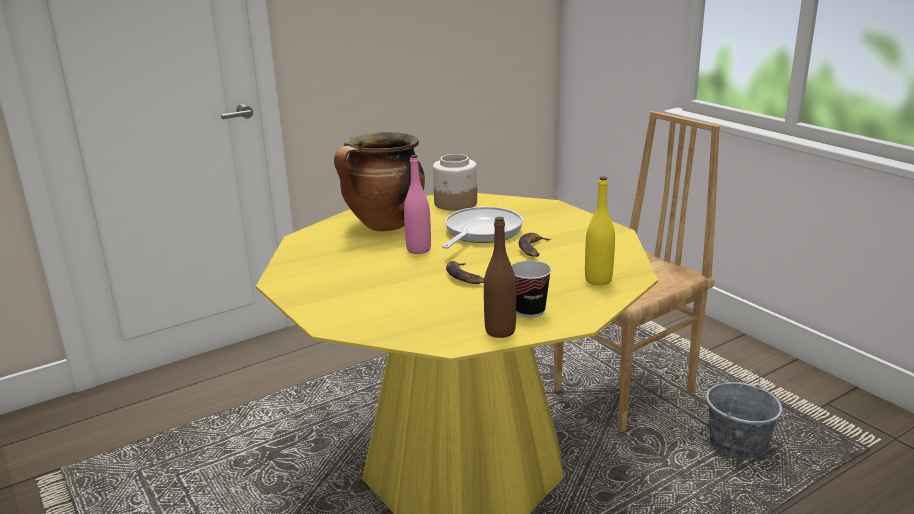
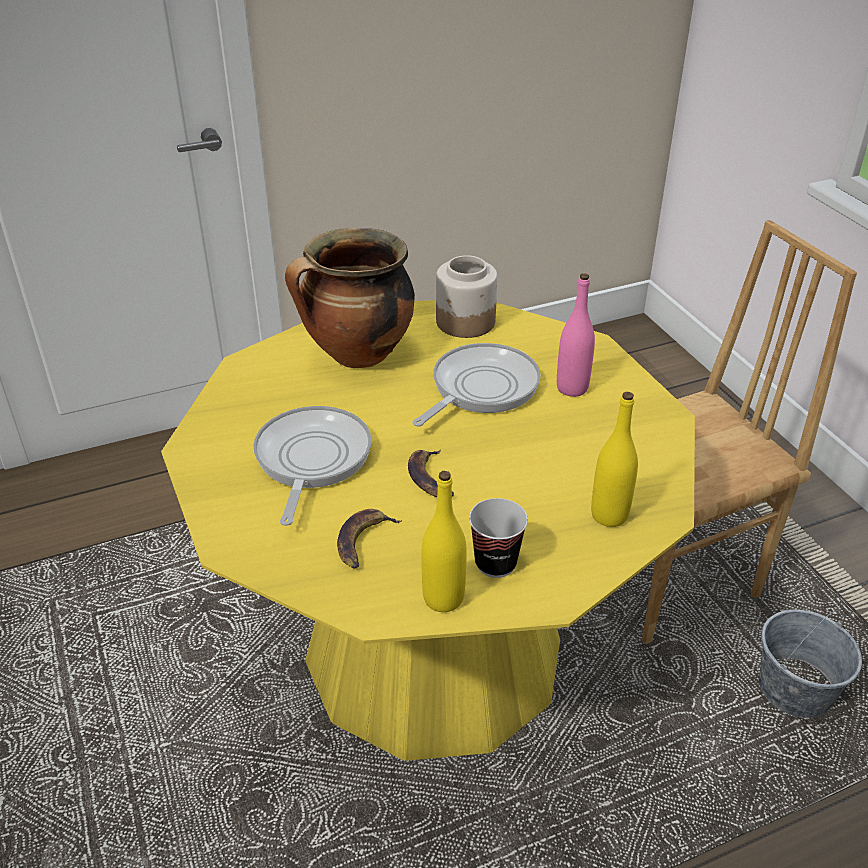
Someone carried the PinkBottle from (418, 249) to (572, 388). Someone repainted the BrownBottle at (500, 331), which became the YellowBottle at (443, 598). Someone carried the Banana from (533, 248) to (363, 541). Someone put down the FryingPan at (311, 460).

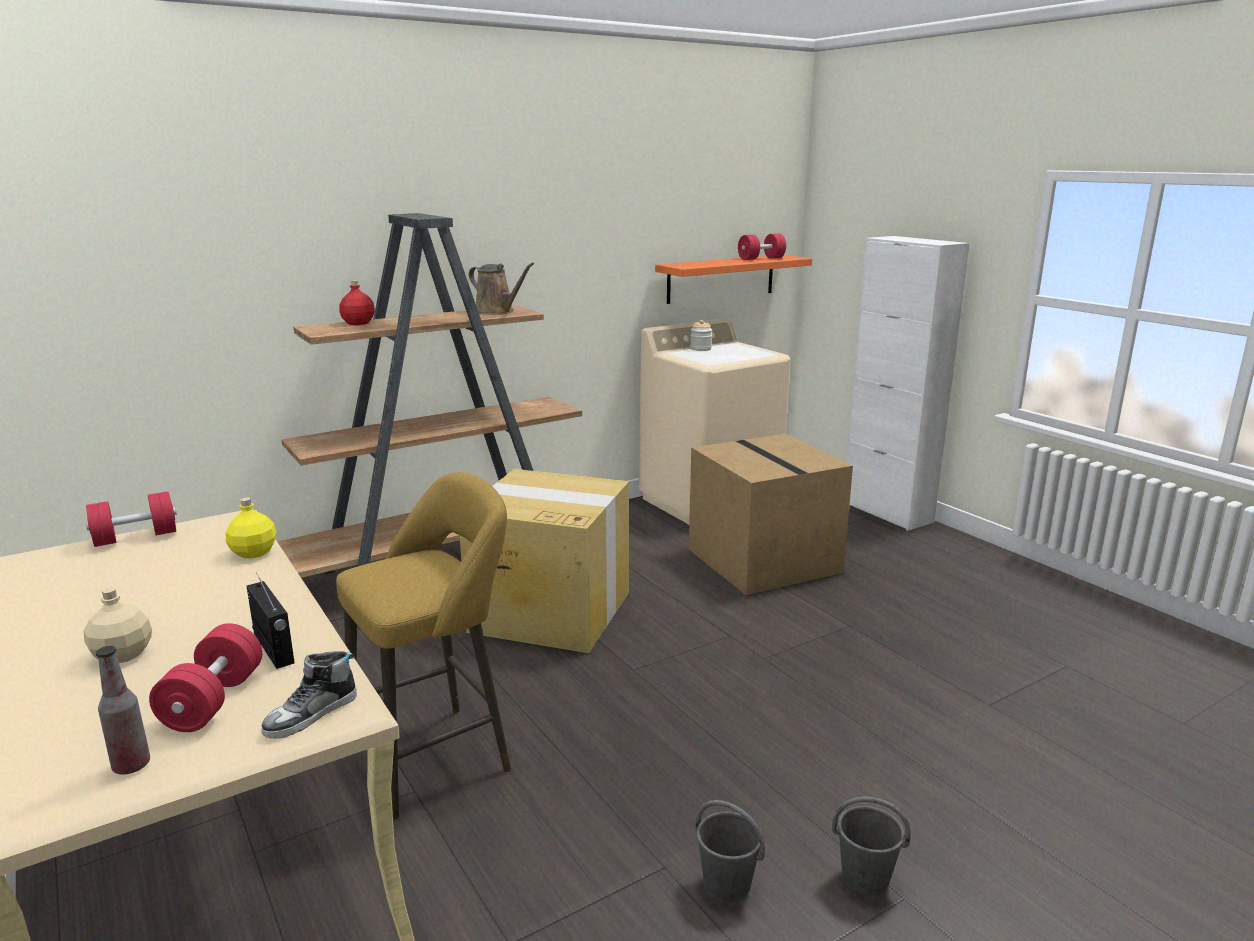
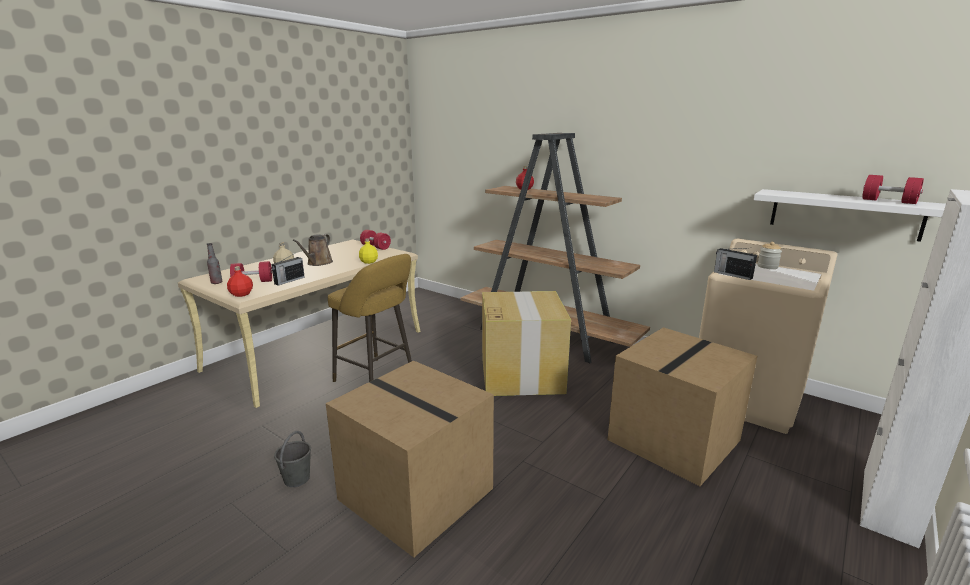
Someone swapped the Shoe at (312, 714) for the RedBottle at (241, 294). Someone carried the BrownWateringCan from (497, 311) to (318, 263). Someone repainted the OrangeShelf at (721, 278), which became the WhiteShelf at (844, 214). Someone took away the GreyBucket at (866, 878). Someone put down the CardboardBox at (413, 494). Someone put down the Radio at (732, 275).

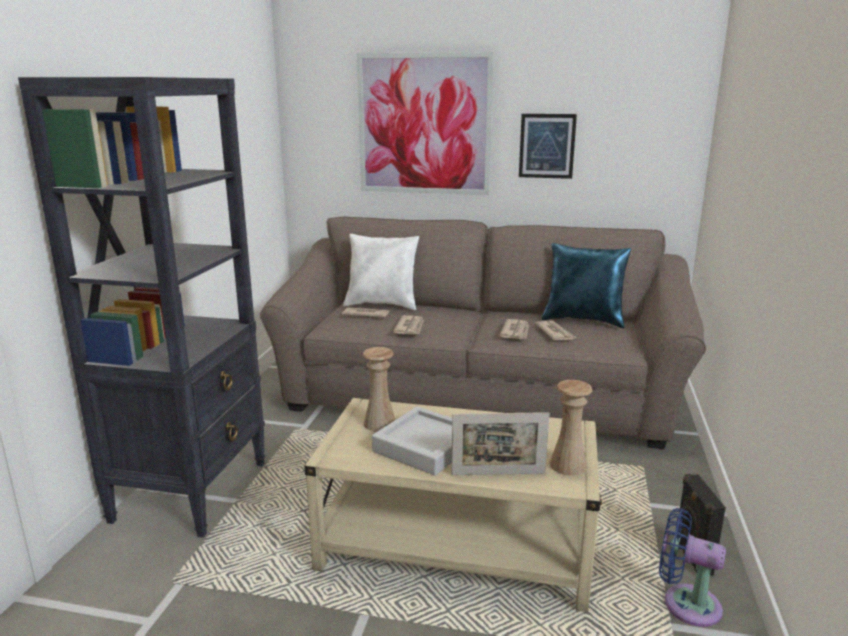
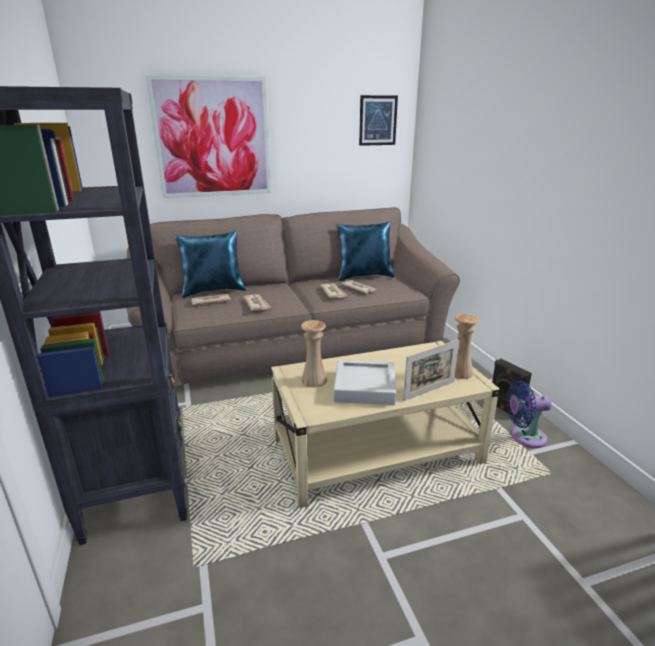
Someone repainted the WhitePillow at (383, 305), which became the BluePillow at (213, 291). Someone carried the Picture from (547, 146) to (378, 120).

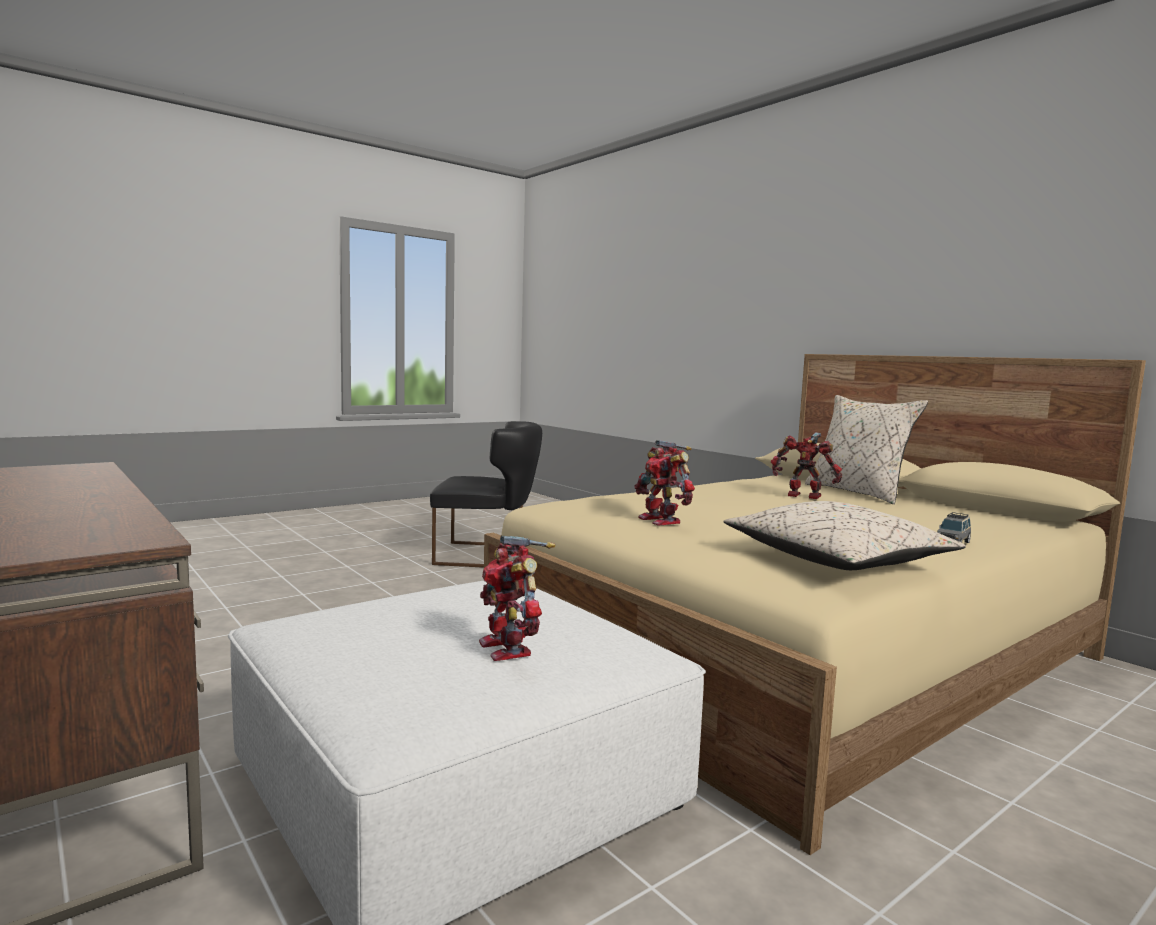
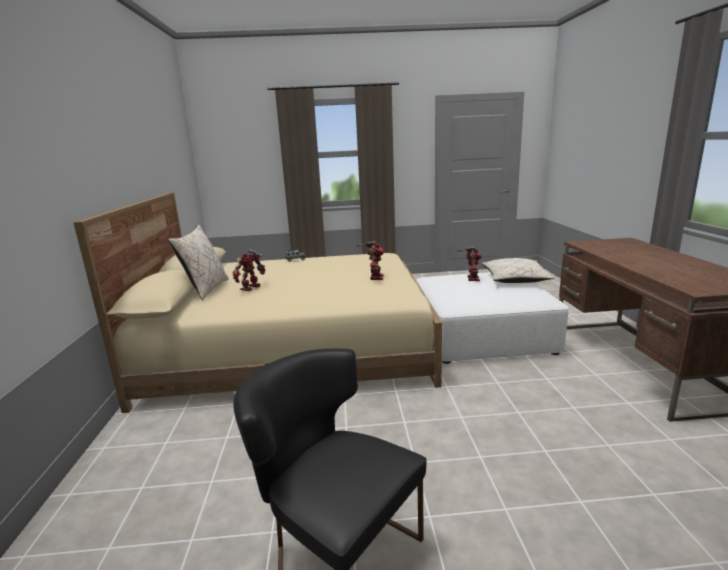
Someone carried the BeigePillow from (836, 561) to (515, 280). Someone rotated the ToyRobot at (804, 496) by 60 degrees clockwise.

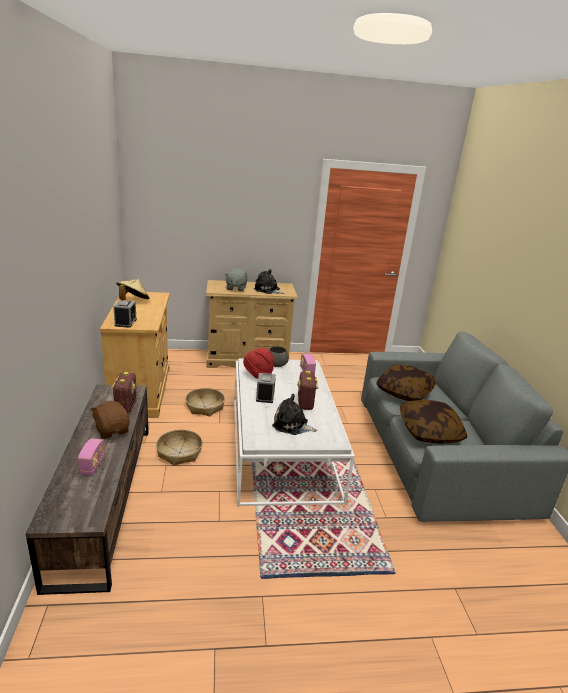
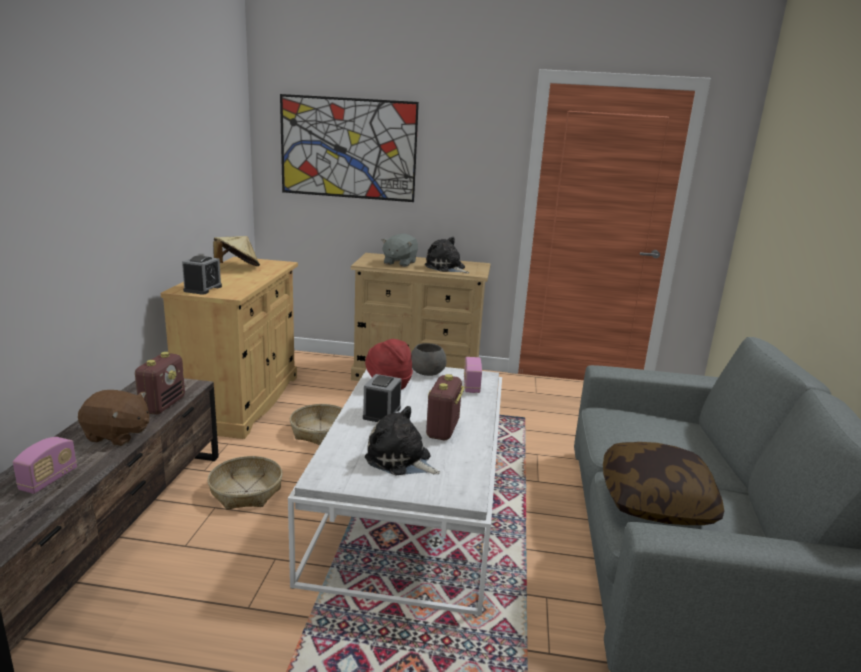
Someone rotated the BrownPlushToy at (112, 430) by 120 degrees clockwise. Someone took away the Pillow at (404, 391). Someone put up the Picture at (348, 148).

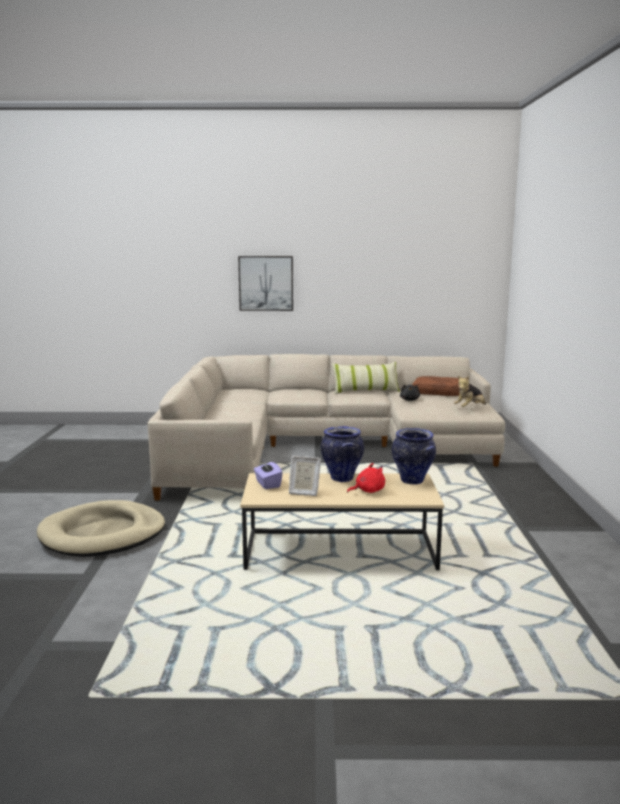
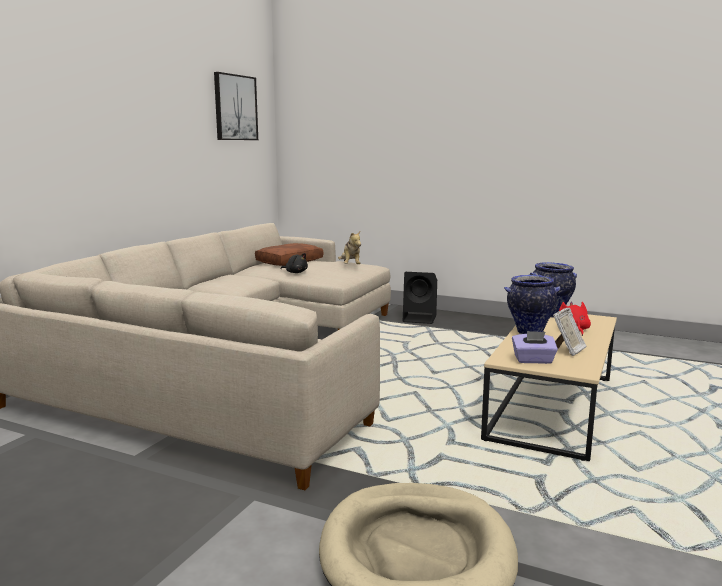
Someone carried the Picture from (266, 283) to (235, 107). Someone took away the Pillow at (365, 391). Someone put down the BlackSpeaker at (420, 319).

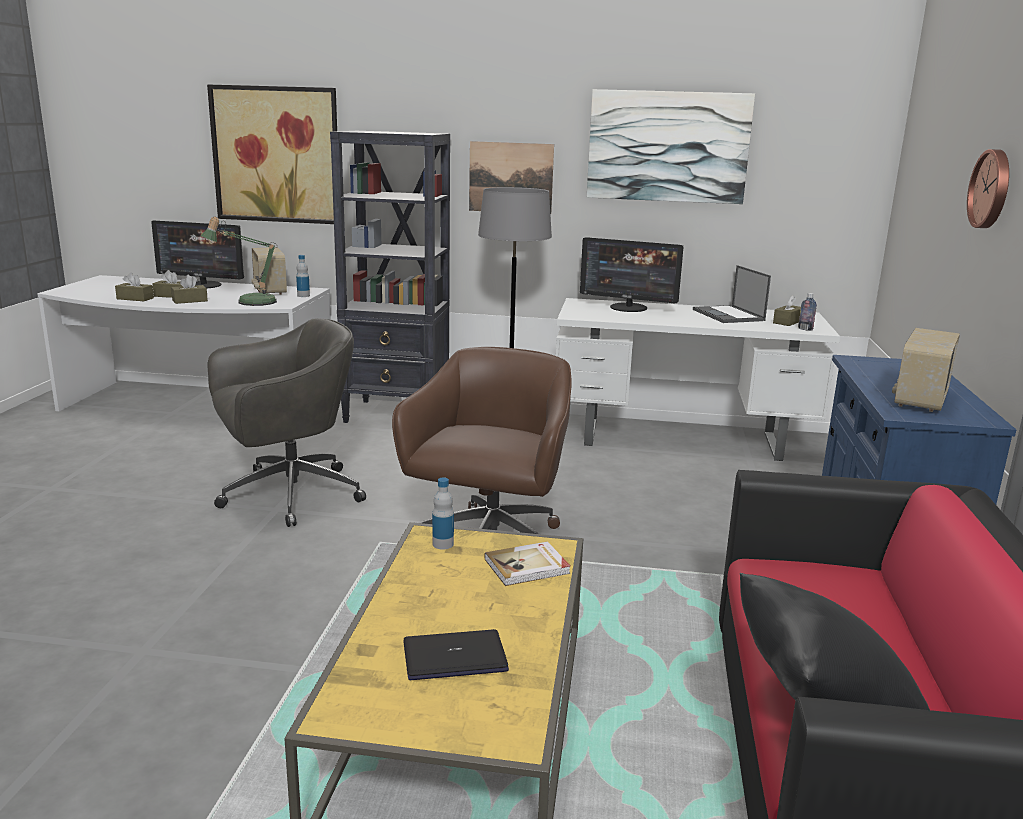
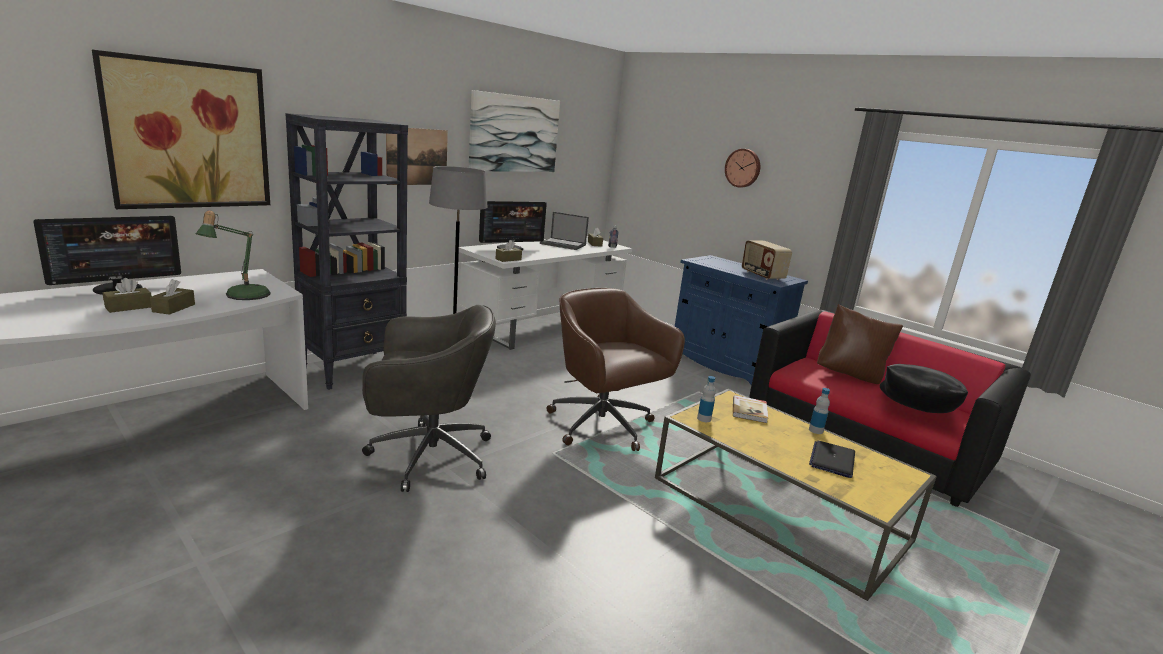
Someone carried the BrownTissueBox from (135, 298) to (508, 259). Someone rotated the GreyOfficeChair at (288, 495) by 75 degrees clockwise. Someone took away the Radio at (269, 291). Someone carried the Bottle from (303, 295) to (815, 430). Someone put down the BrownPillow at (850, 375).

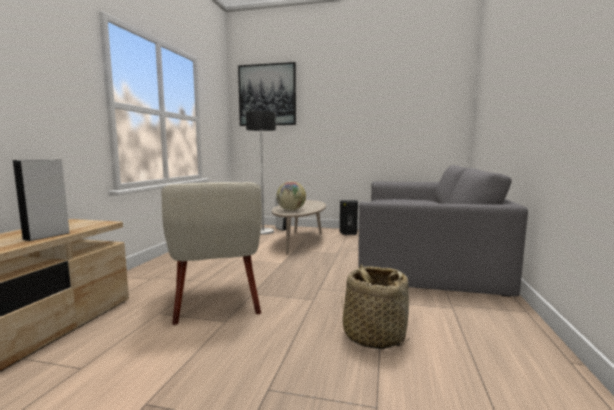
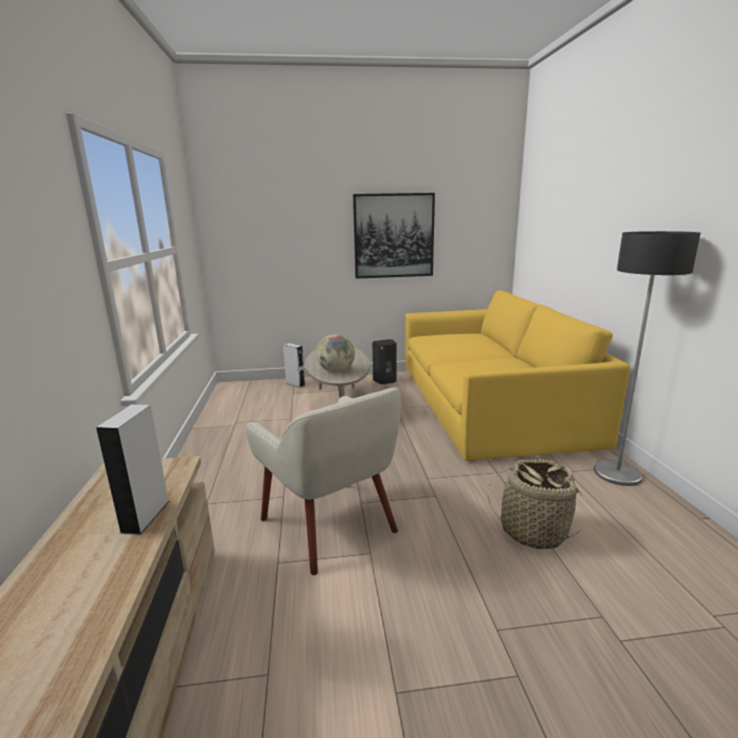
Someone carried the Picture from (267, 95) to (393, 236). Someone carried the FloorLamp from (263, 232) to (618, 474). Someone repainted the GreySofa at (422, 254), which became the YellowSofa at (489, 403).

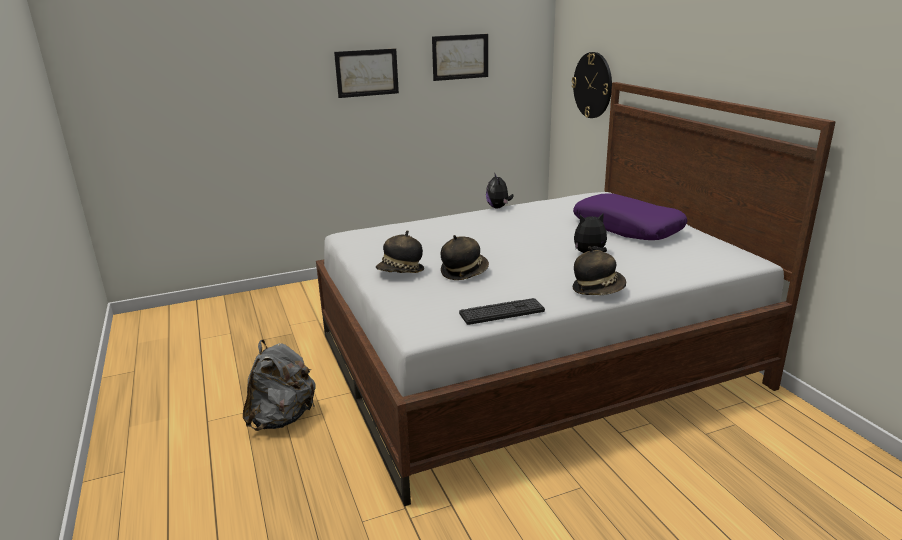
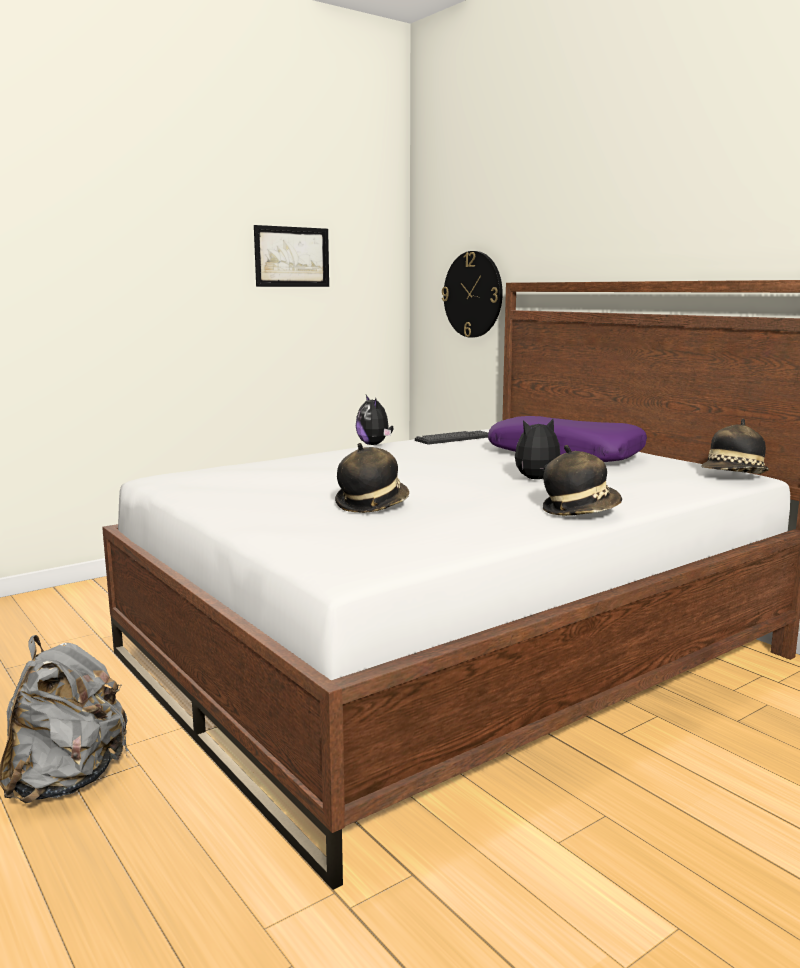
Someone took away the Picture at (367, 73). Someone carried the Hat from (400, 272) to (734, 476). Someone carried the Keyboard from (502, 312) to (453, 438).

